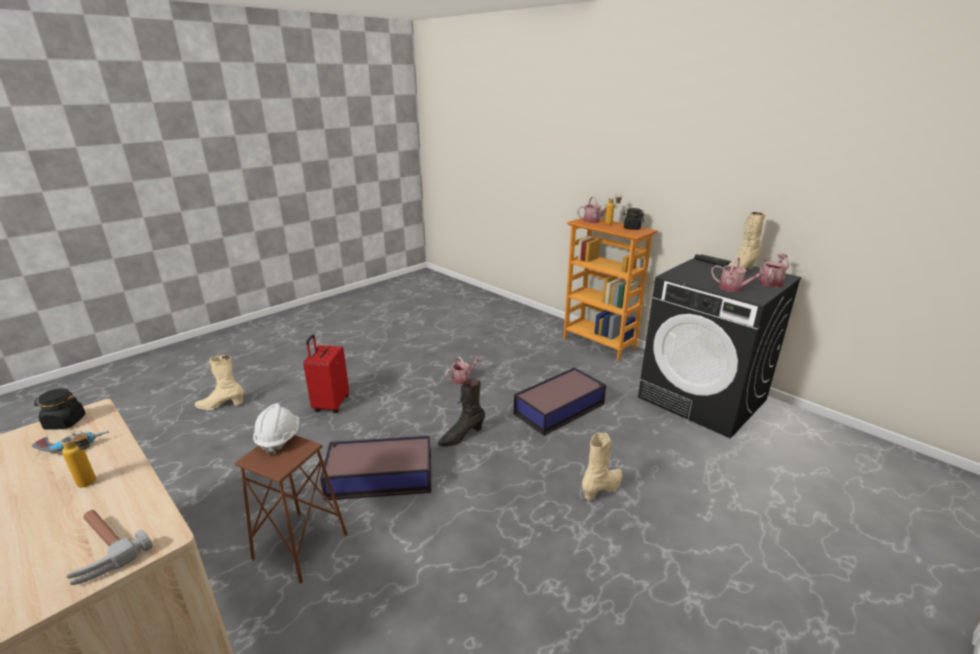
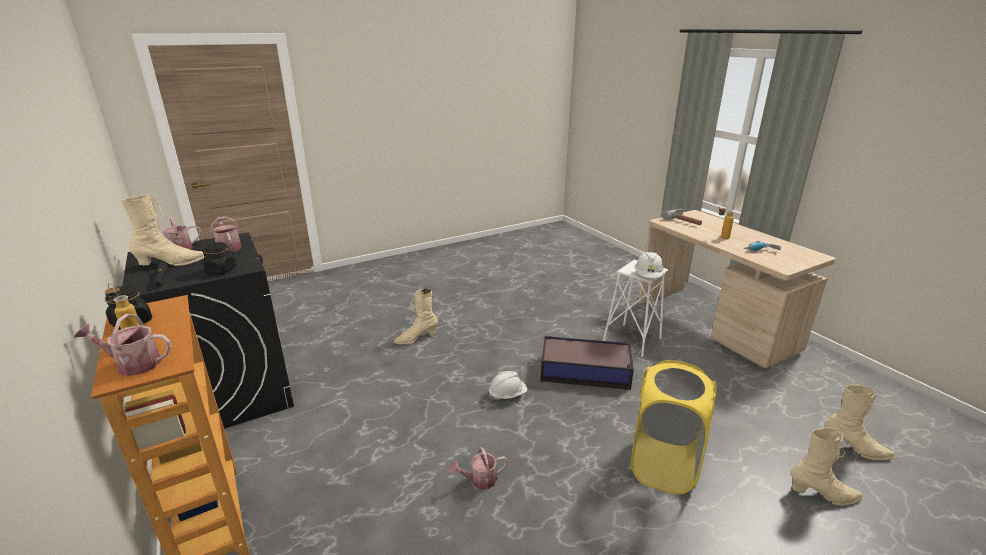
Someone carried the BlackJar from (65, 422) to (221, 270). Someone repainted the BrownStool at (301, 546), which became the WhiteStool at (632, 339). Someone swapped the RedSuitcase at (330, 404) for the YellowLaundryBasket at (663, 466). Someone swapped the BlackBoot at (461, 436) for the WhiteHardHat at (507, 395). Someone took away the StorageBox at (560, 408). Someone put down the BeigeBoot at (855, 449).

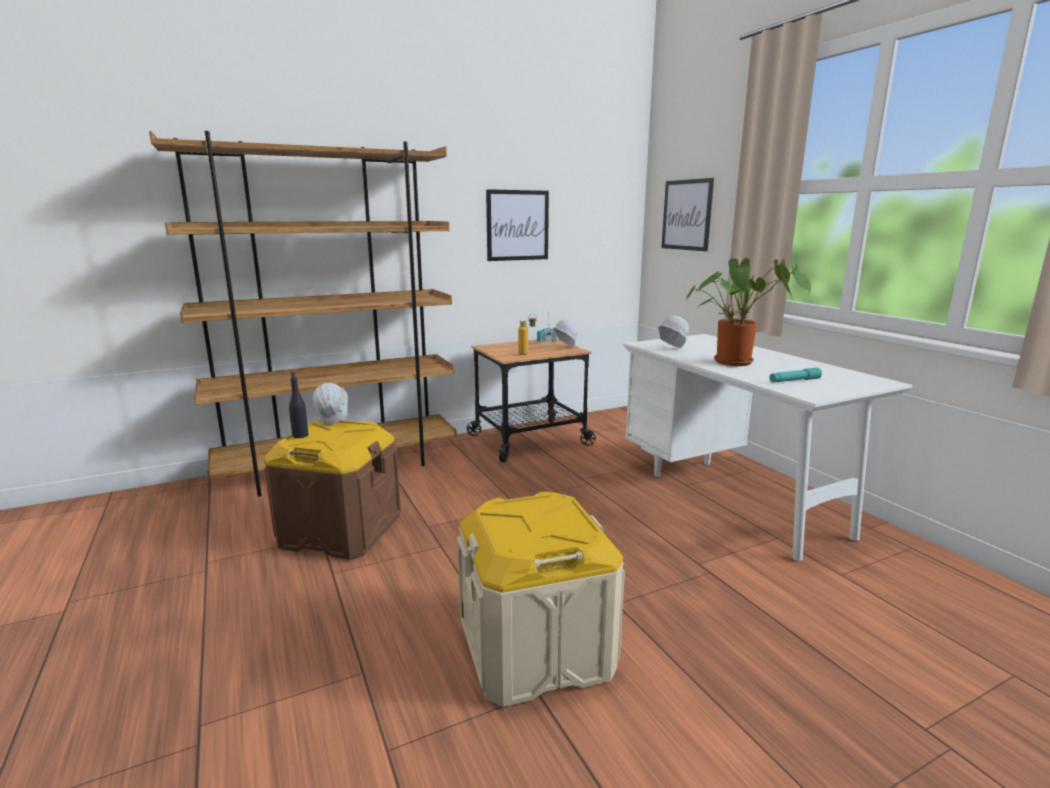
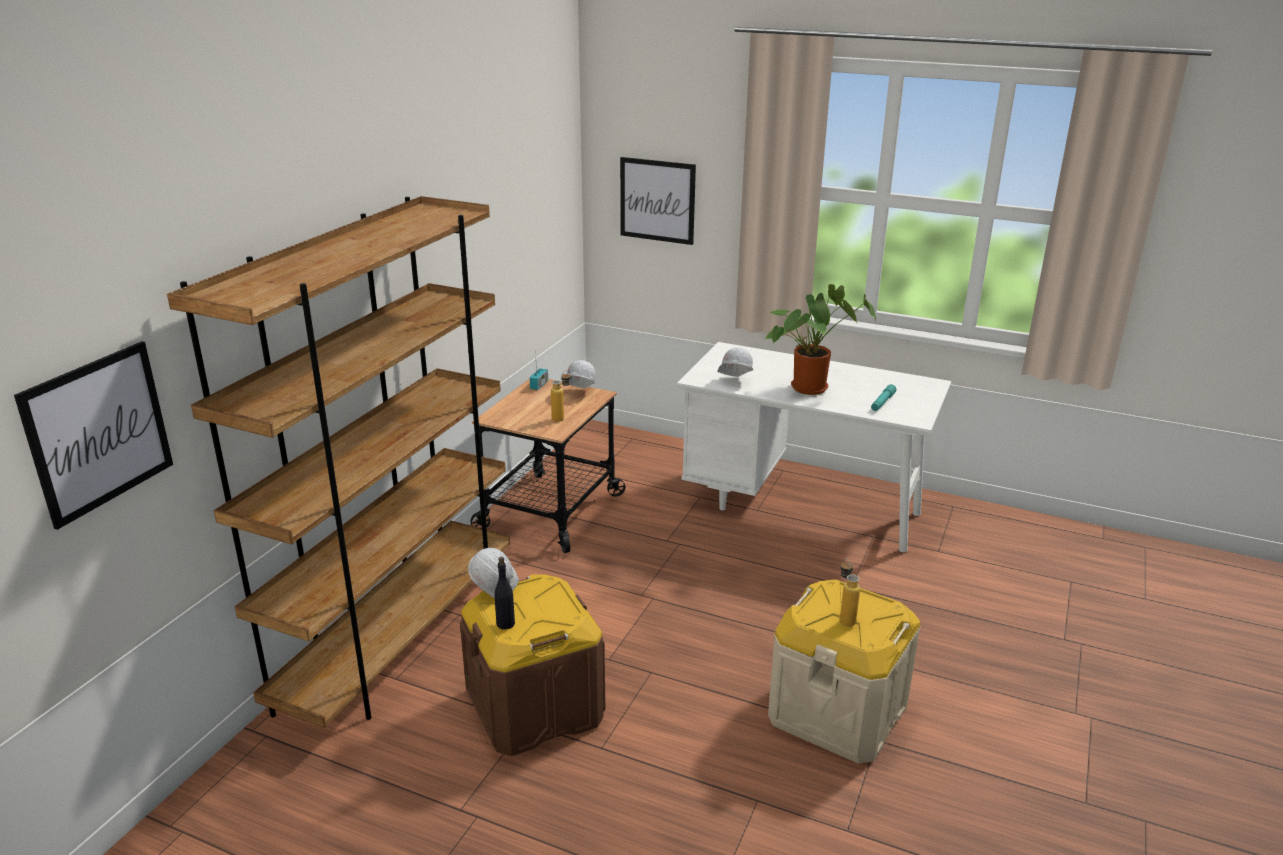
Someone carried the Picture from (517, 225) to (99, 432). Someone put down the Bottle at (844, 618).

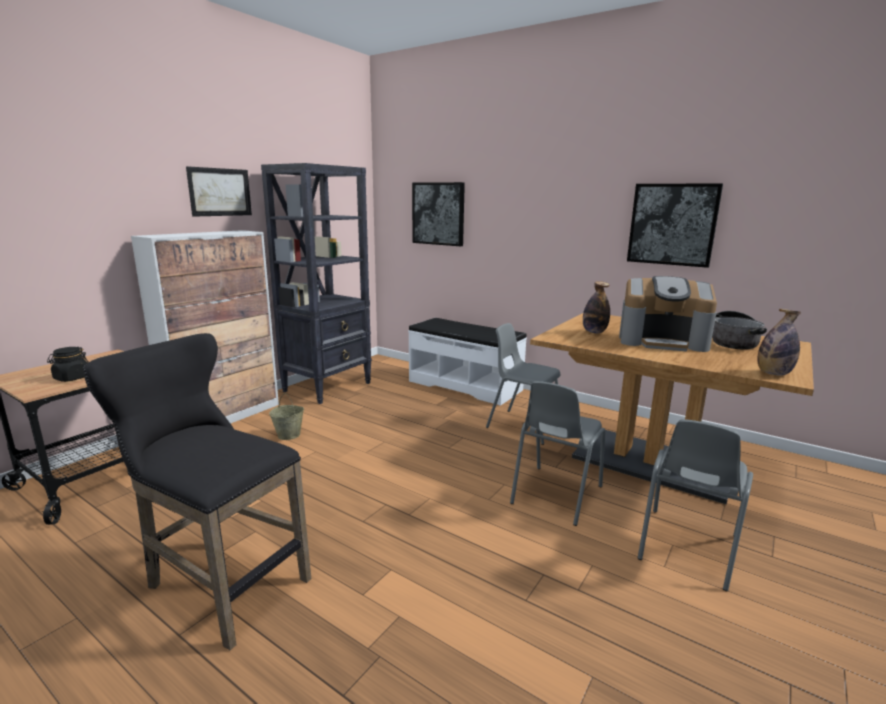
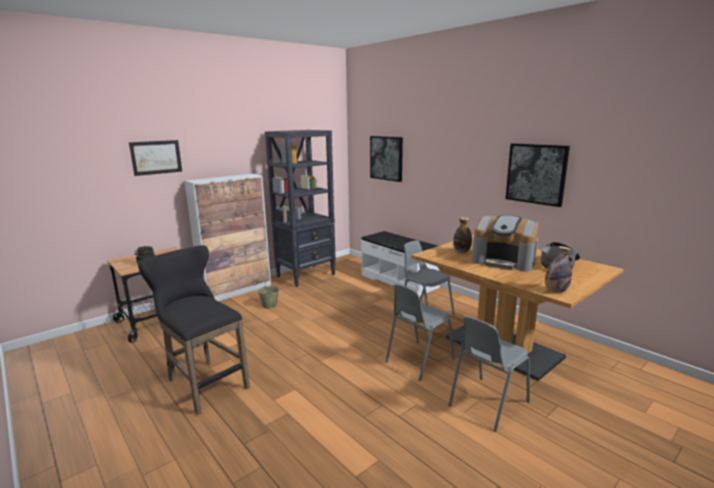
Someone carried the Picture from (220, 192) to (156, 157).

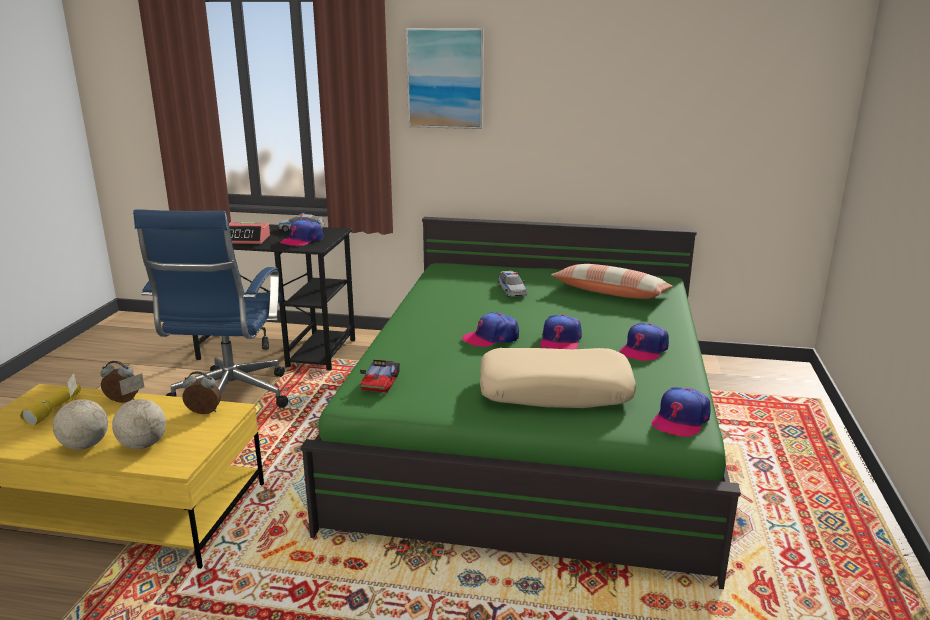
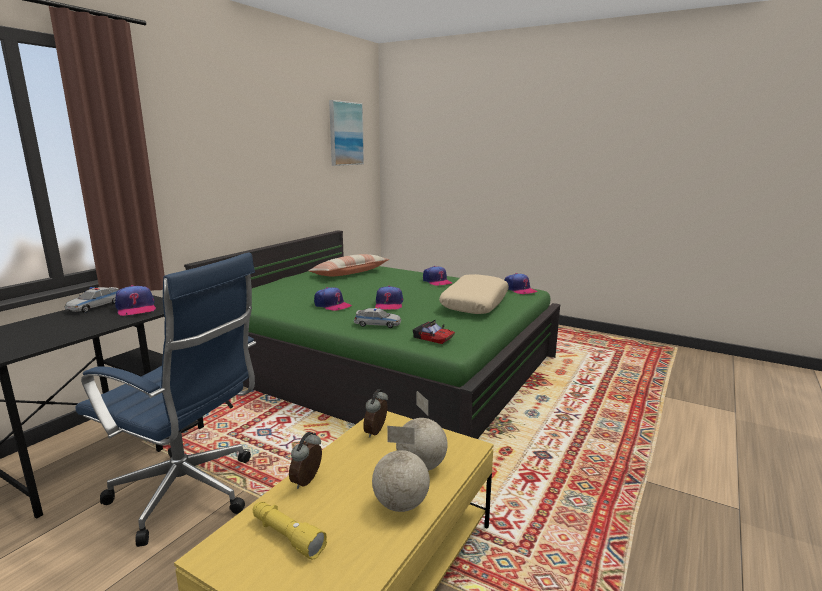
Someone took away the AlarmClock at (246, 239). Someone carried the Picture from (445, 78) to (345, 133). Someone carried the ToyCar from (512, 290) to (377, 324). Someone carried the Cap from (560, 341) to (332, 305).

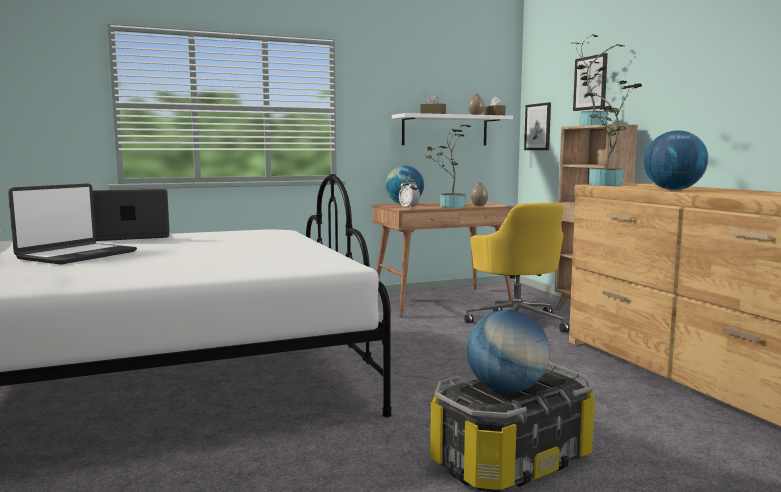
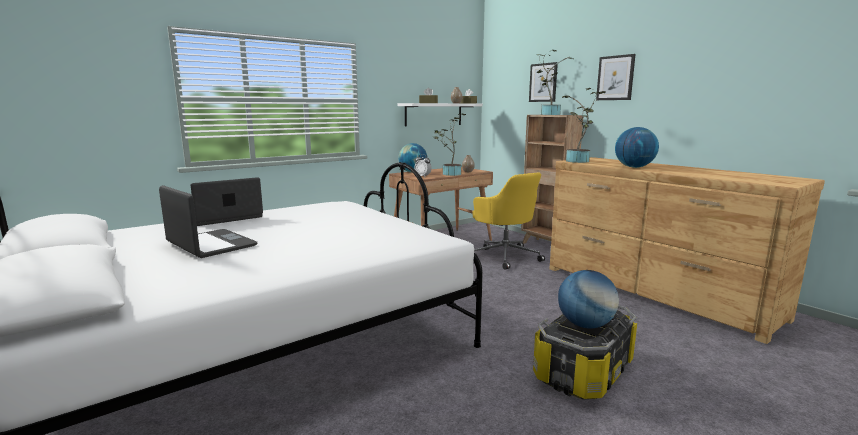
Someone rotated the Laptop at (77, 255) by 60 degrees counterclockwise. Someone carried the Picture from (538, 127) to (615, 78).

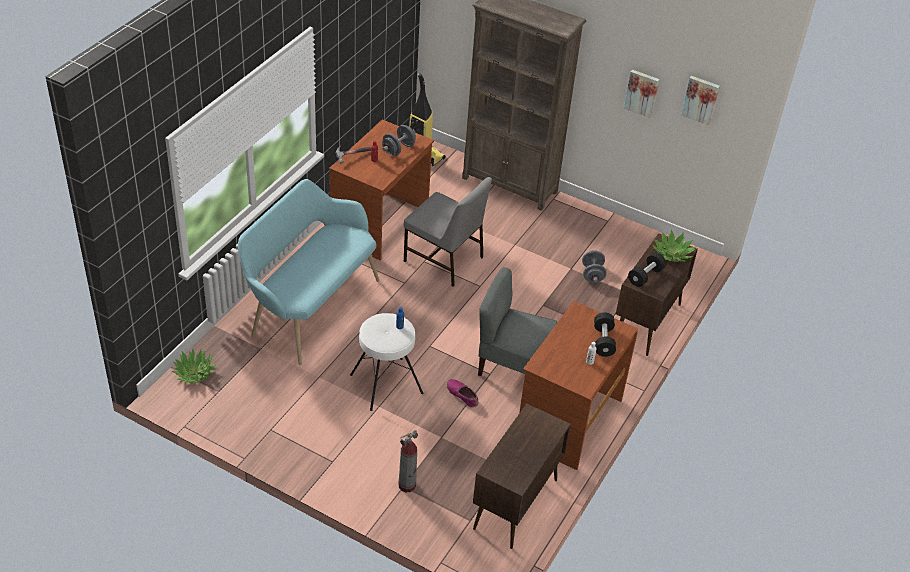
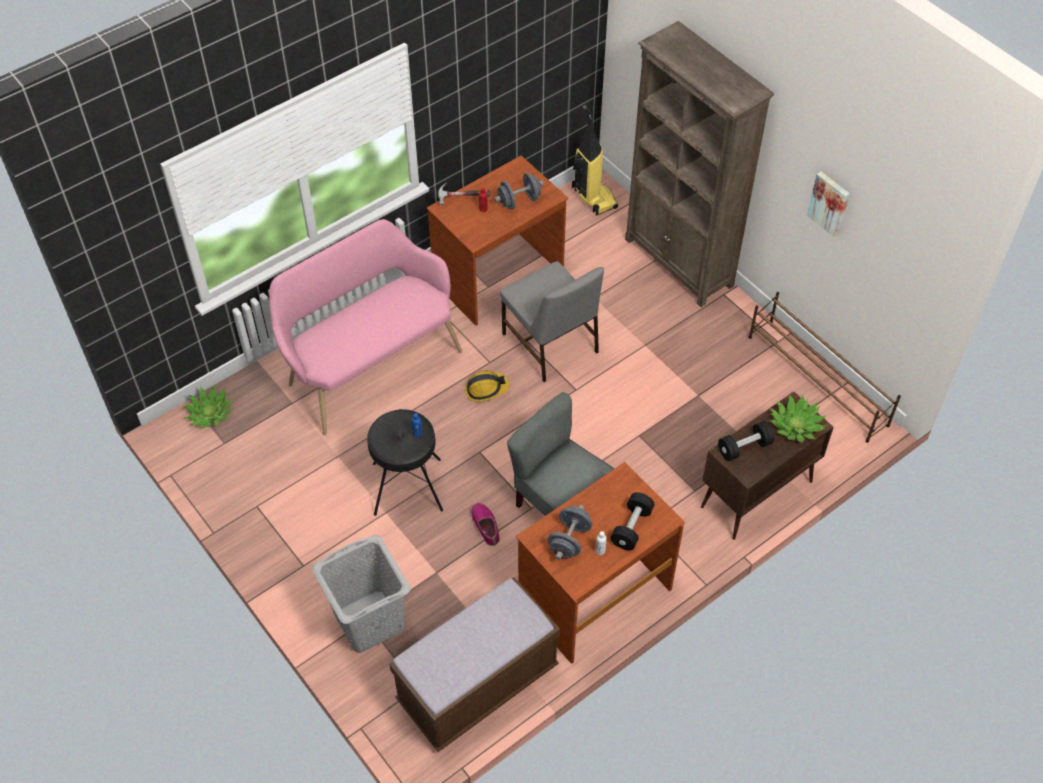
Someone repainted the TurquoiseBench at (310, 307), which became the PinkBench at (369, 365). Someone repainted the WhiteStool at (386, 383), which became the BlackStool at (407, 486). Someone swapped the FireExtinguisher at (407, 485) for the GreyLaundryBasket at (369, 620). Someone swapped the BrownCabinet at (515, 505) for the BrownBench at (478, 685). Someone carried the GreyDumbbell from (592, 274) to (569, 540). Someone took away the Picture at (701, 99). Someone put down the HardHat at (486, 389). Someone put down the BrownShoeRack at (817, 381).

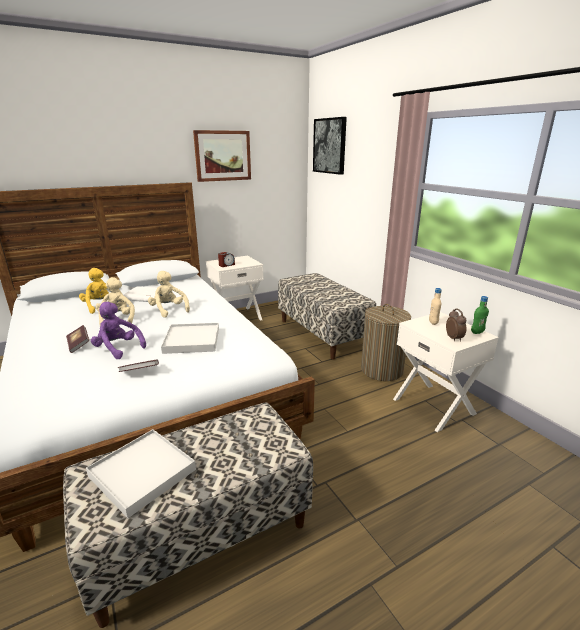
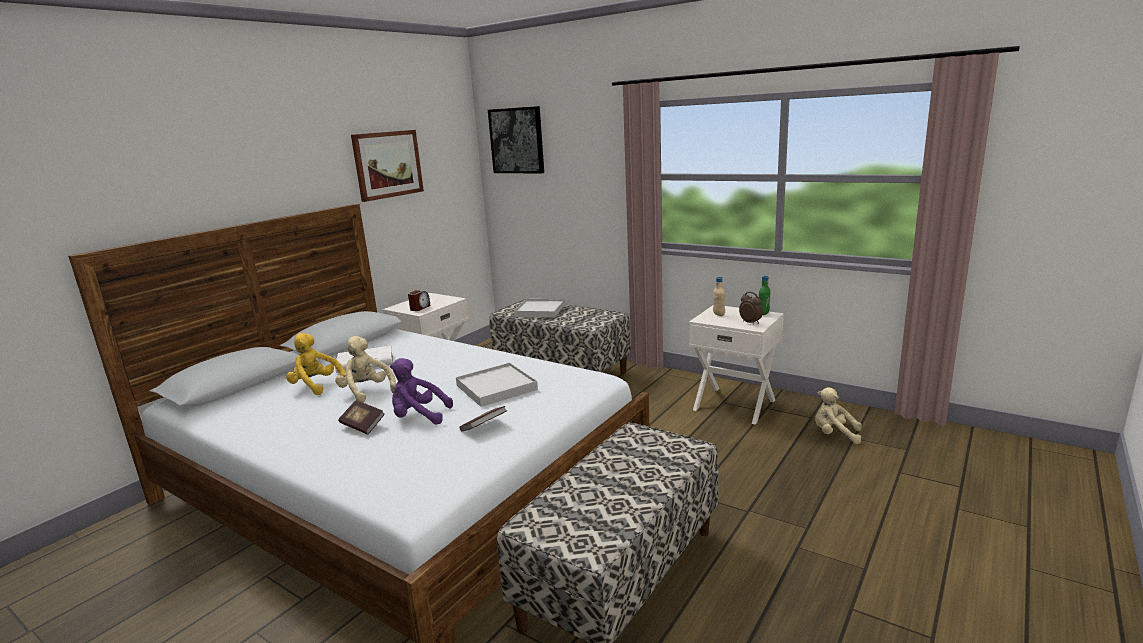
Someone carried the WhiteTray from (142, 473) to (540, 311). Someone carried the BeigePlushToy from (169, 310) to (834, 434). Someone took away the LaundryBasket at (382, 370).

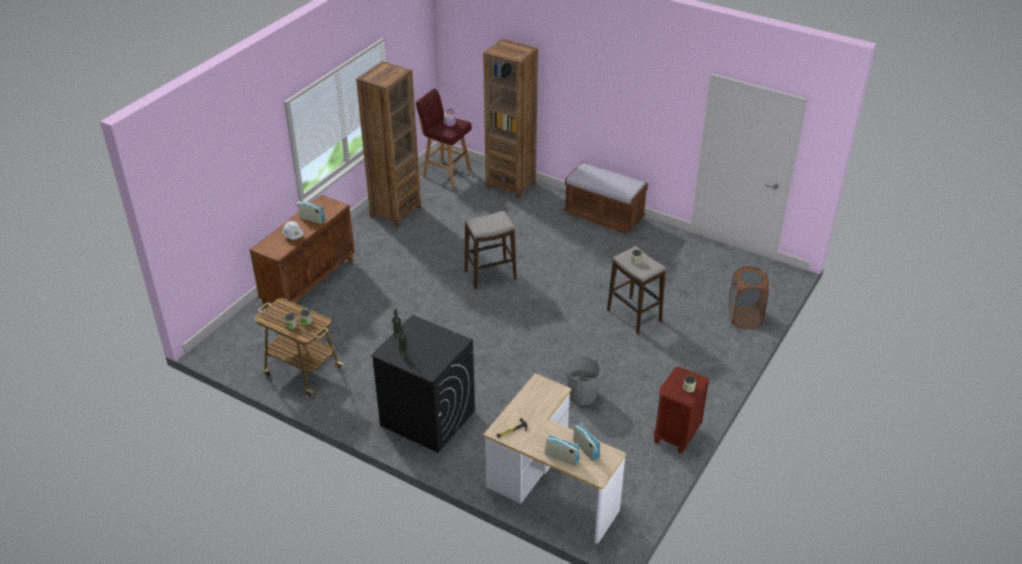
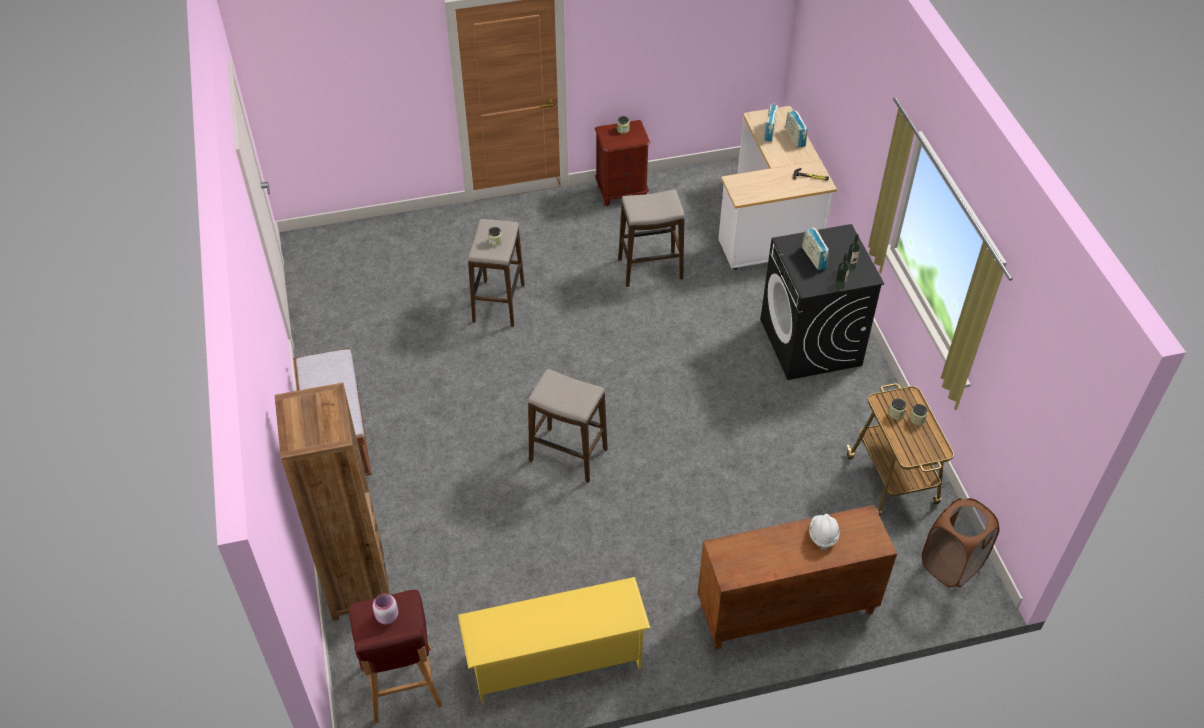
Someone carried the Radio from (312, 219) to (814, 258). Someone swapped the BrownBookcase at (395, 211) for the YellowShoeRack at (555, 660). Someone swapped the GreyBucket at (582, 395) for the Stool at (650, 269). Someone carried the BrownLaundryBasket from (744, 318) to (951, 564).

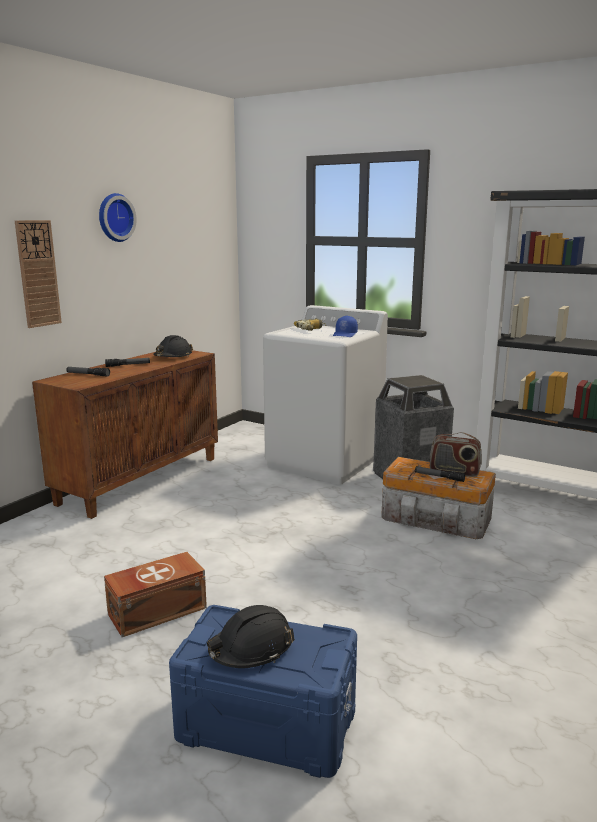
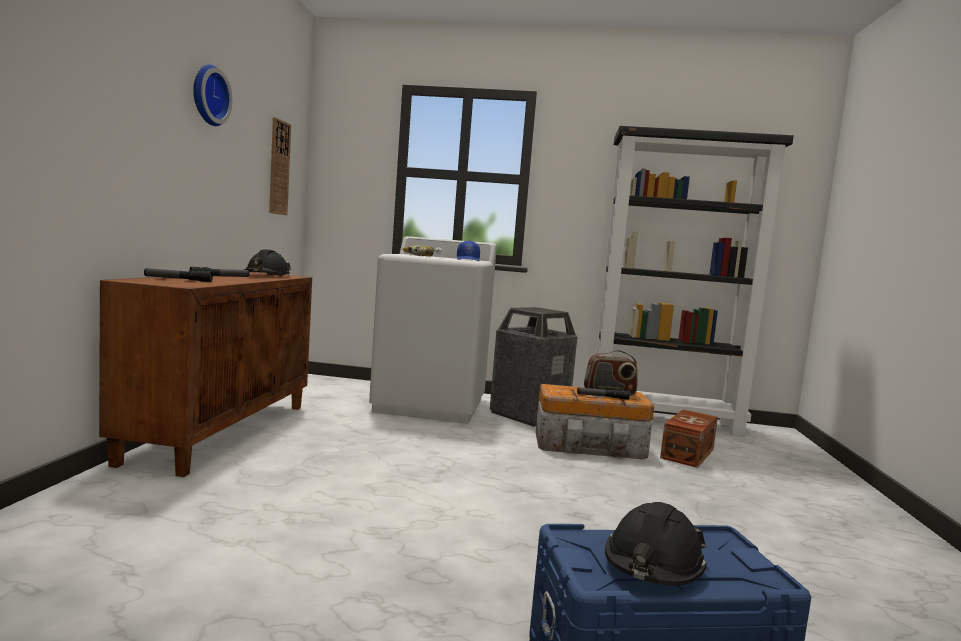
Someone carried the WallClock from (38, 274) to (279, 167). Someone carried the BrownStorageBox from (155, 611) to (686, 453).

